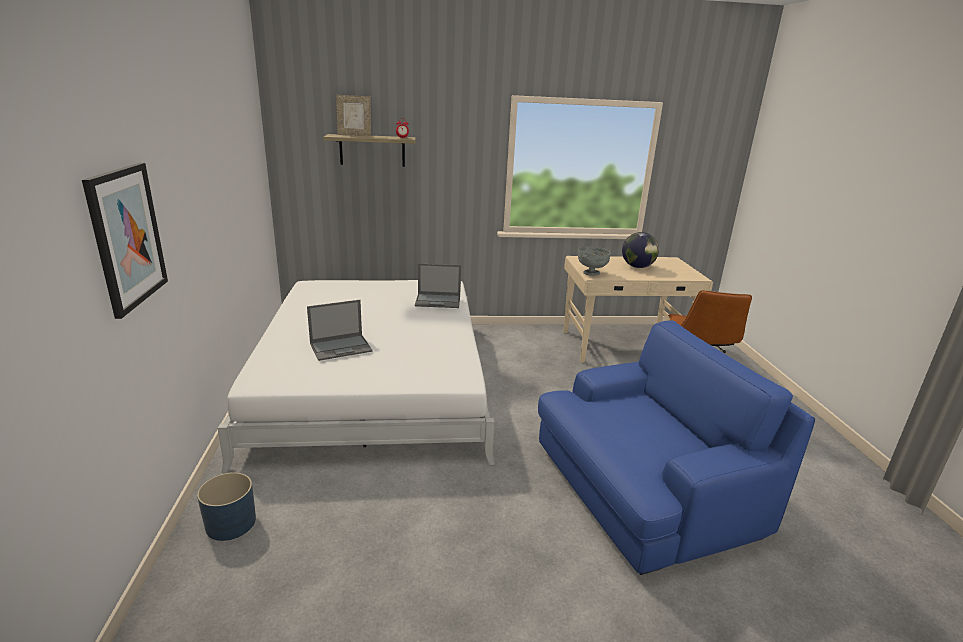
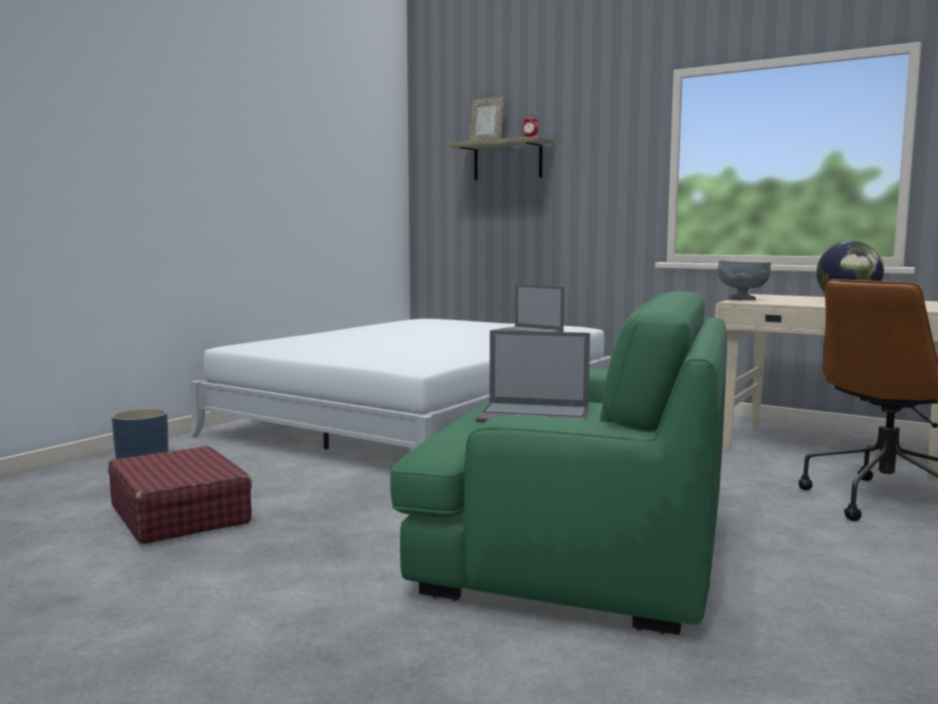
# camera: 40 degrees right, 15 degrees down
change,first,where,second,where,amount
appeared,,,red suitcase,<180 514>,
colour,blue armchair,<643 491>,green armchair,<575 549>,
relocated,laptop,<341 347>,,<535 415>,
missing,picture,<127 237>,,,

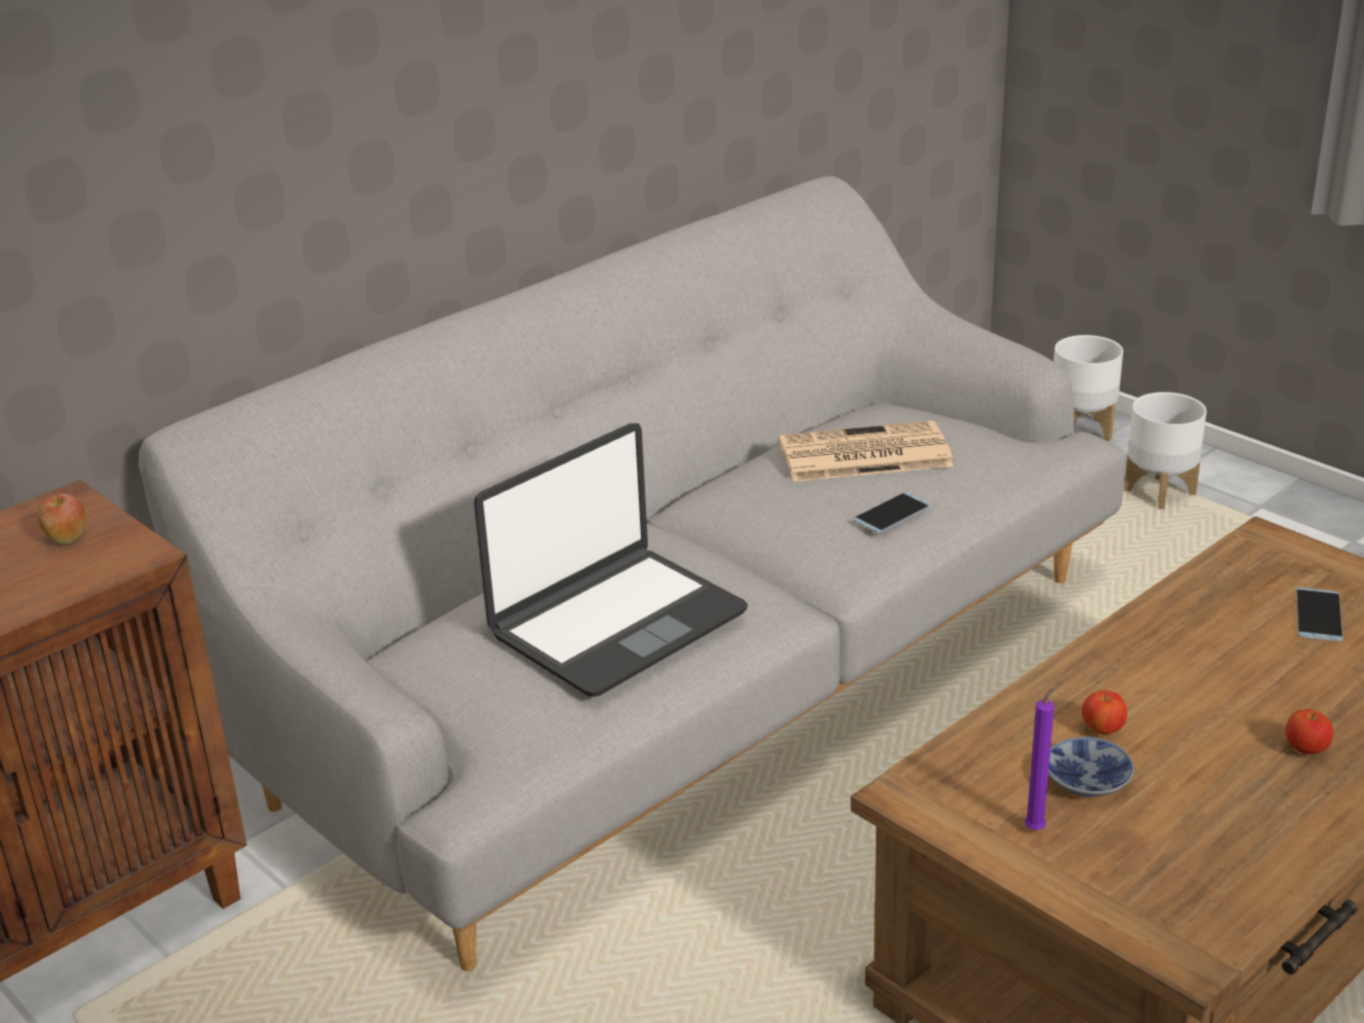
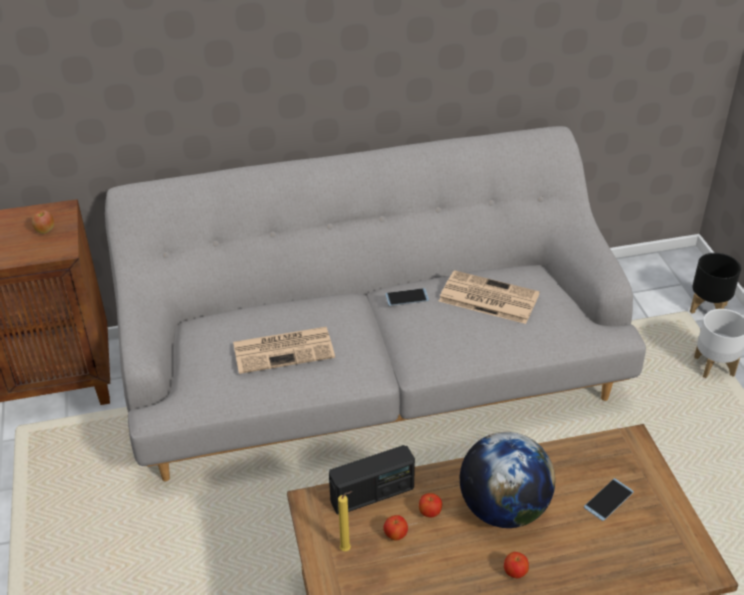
# camera: 30 degrees right, 10 degrees up
change,first,where,second,where,amount
exchanged,laptop,<616 623>,newspaper,<284 349>,
appeared,,,radio,<372 495>,
colour,purple candle,<1037 828>,yellow candle,<347 549>,
exchanged,bowl,<1087 779>,apple,<395 535>,
relocated,phone,<892 513>,,<407 297>,
appeared,,,globe,<503 509>,
colour,white planter,<1081 430>,black planter,<708 308>,

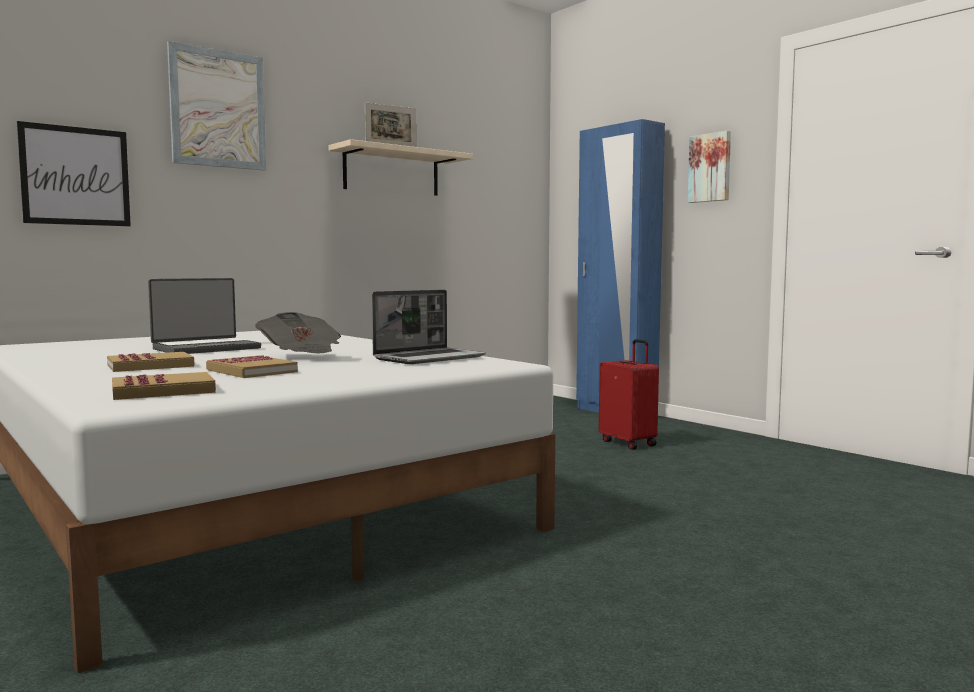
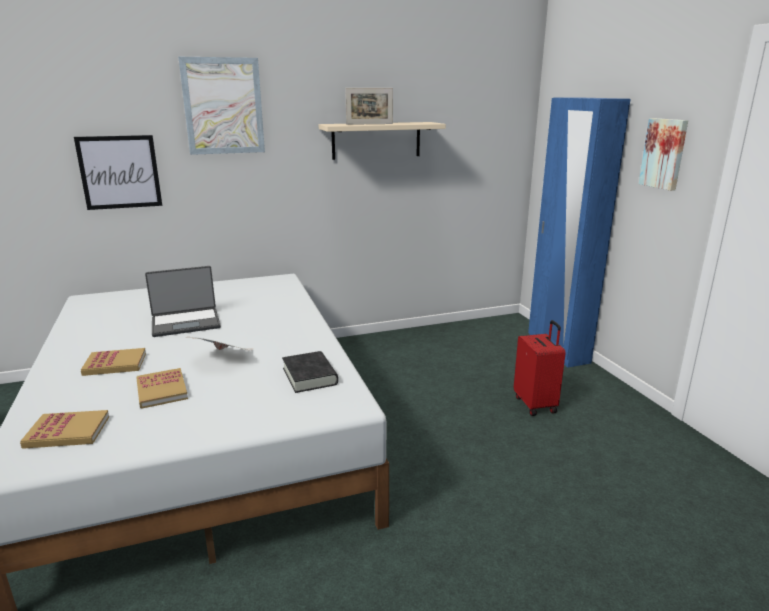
# camera: 20 degrees right, 15 degrees up
change,first,where,second,where,amount
exchanged,laptop,<430 358>,black book,<309 376>,

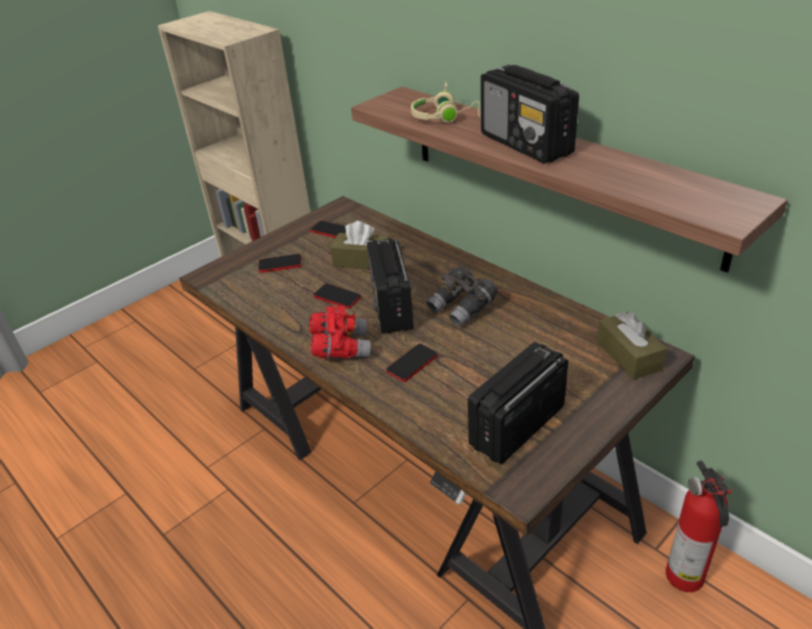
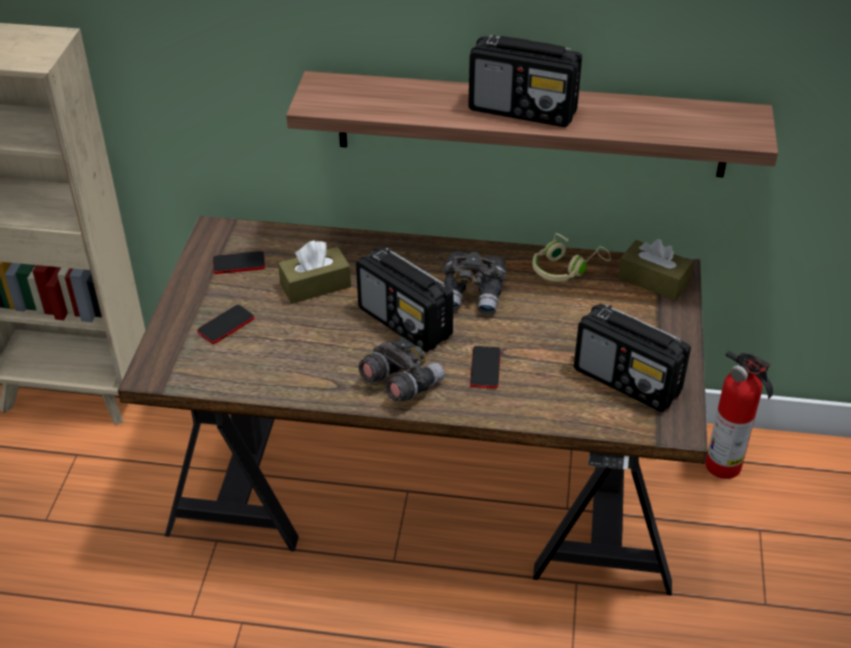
# camera: 40 degrees left, 5 degrees up
change,first,where,second,where,amount
colour,red binoculars,<340 348>,grey binoculars,<401 384>,
relocated,beige headphones,<444 117>,,<566 268>,
spun,radio,<516 426>,,<628 381>,60 degrees counterclockwise
missing,phone,<337 297>,,,

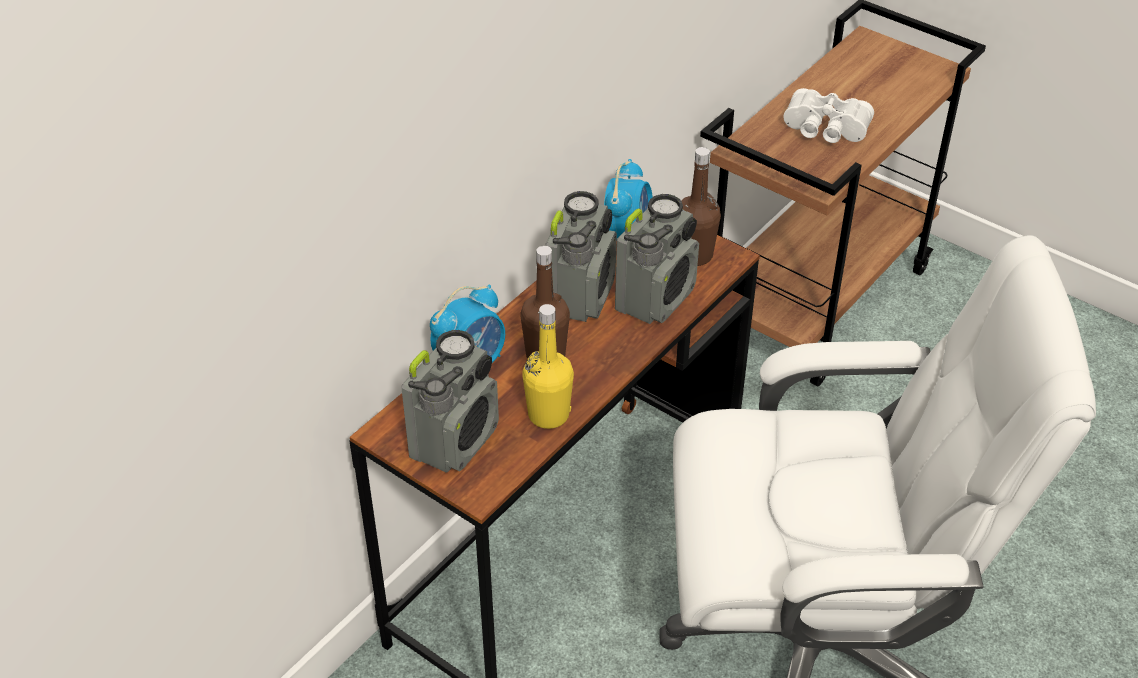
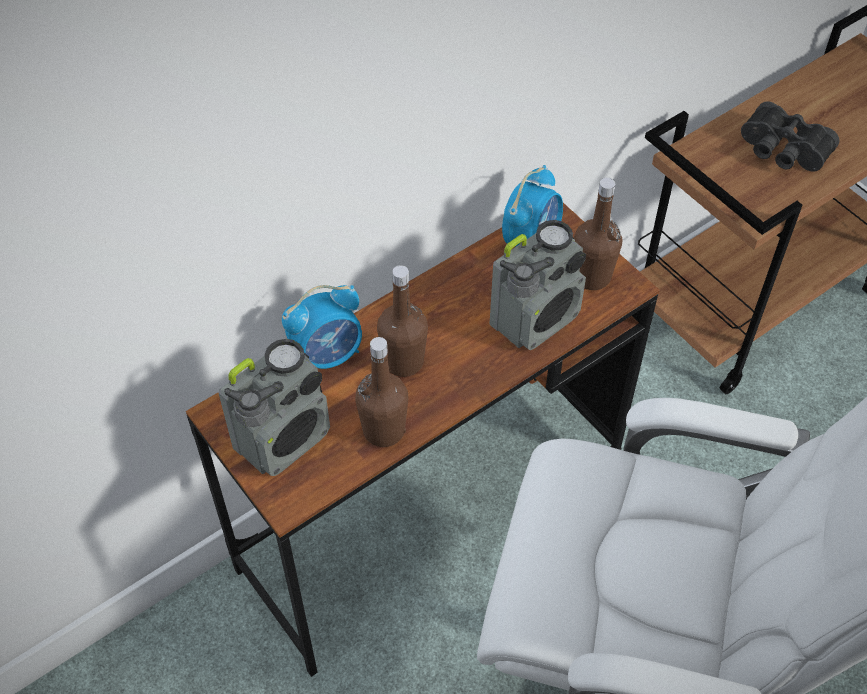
# camera: 15 degrees right, 10 degrees up
change,first,where,second,where,amount
colour,yellow bottle,<548 415>,brown bottle,<383 430>,
colour,white binoculars,<825 130>,black binoculars,<782 151>,
missing,radio,<581 296>,,,

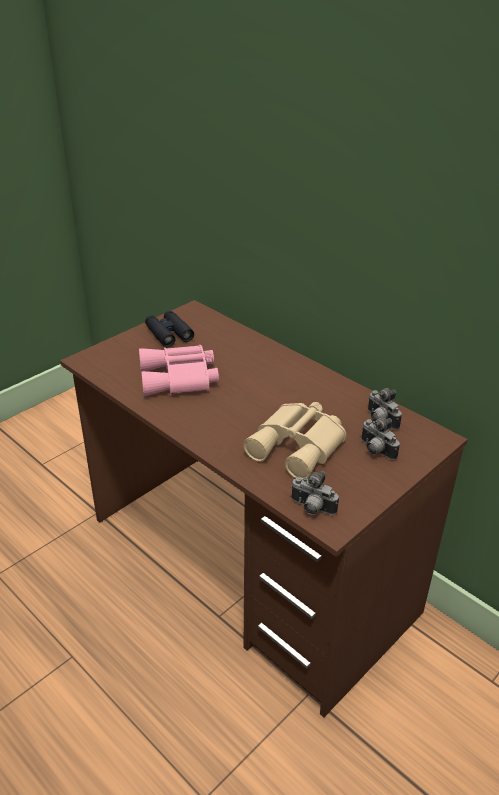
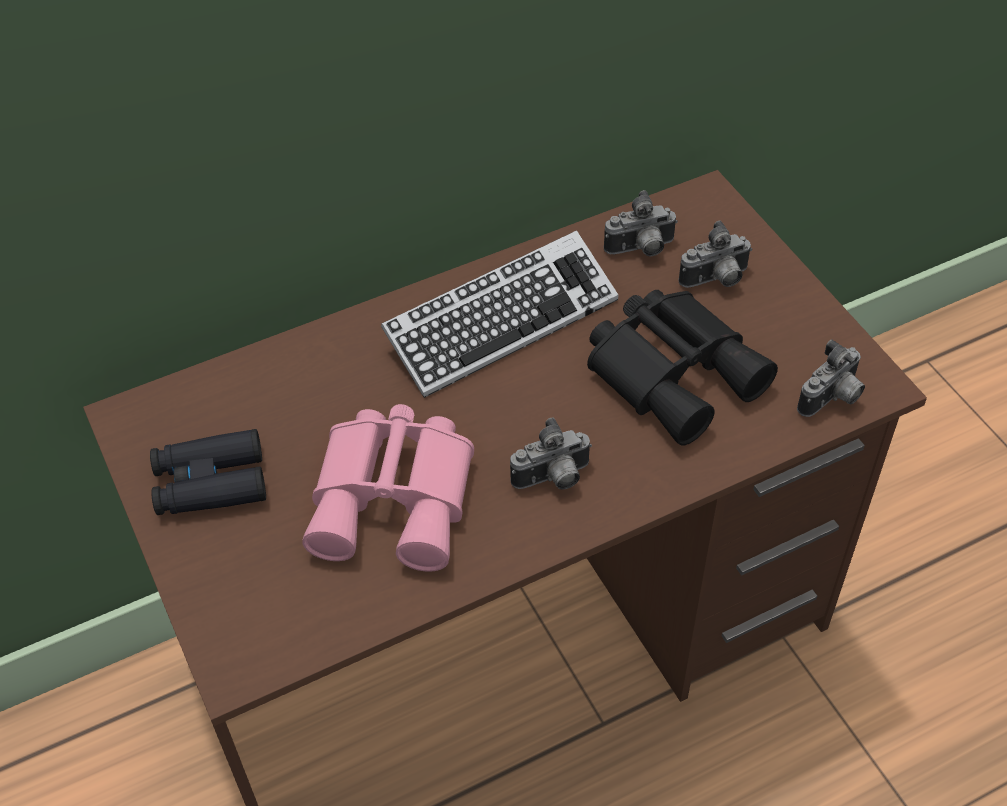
# camera: 70 degrees left, 15 degrees up
change,first,where,second,where,amount
appeared,,,keyboard,<501 322>,
appeared,,,photo camera,<553 479>,
colour,beige binoculars,<299 446>,black binoculars,<675 370>,

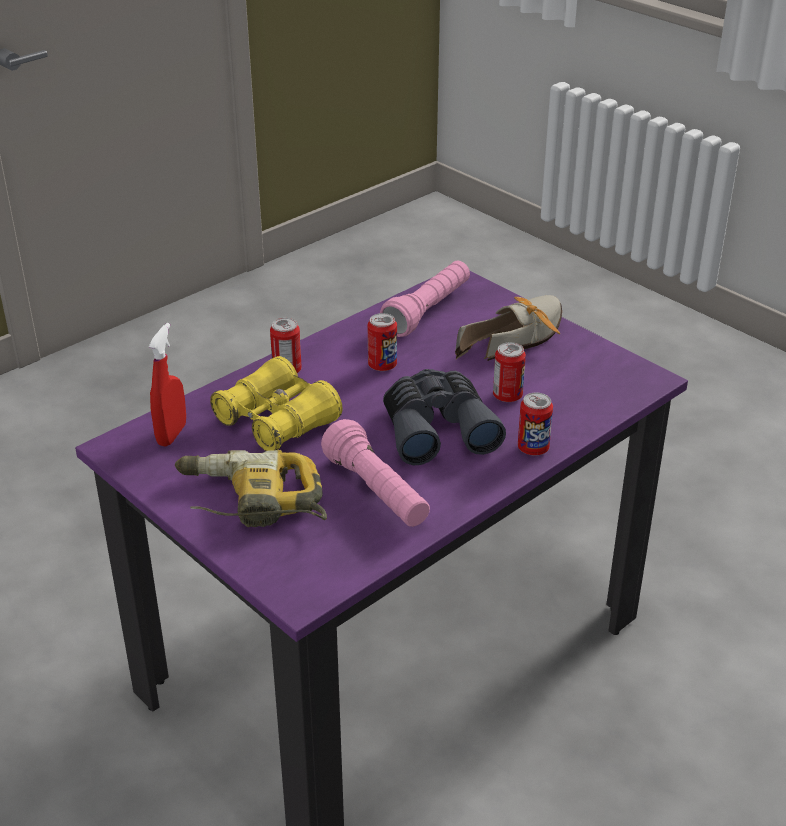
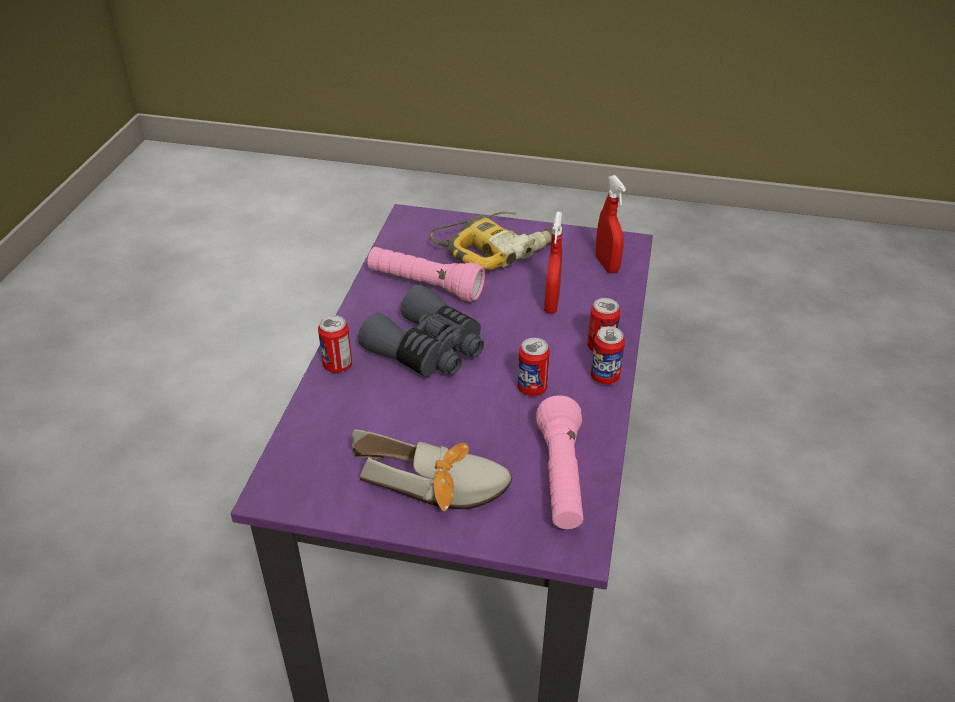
# camera: 145 degrees right, 5 degrees up
change,first,where,second,where,amount
spun,shoe,<518 338>,,<439 485>,90 degrees counterclockwise
exchanged,yellow binoculars,<277 421>,red spray bottle,<551 303>,
relocated,can,<507 396>,,<604 377>,

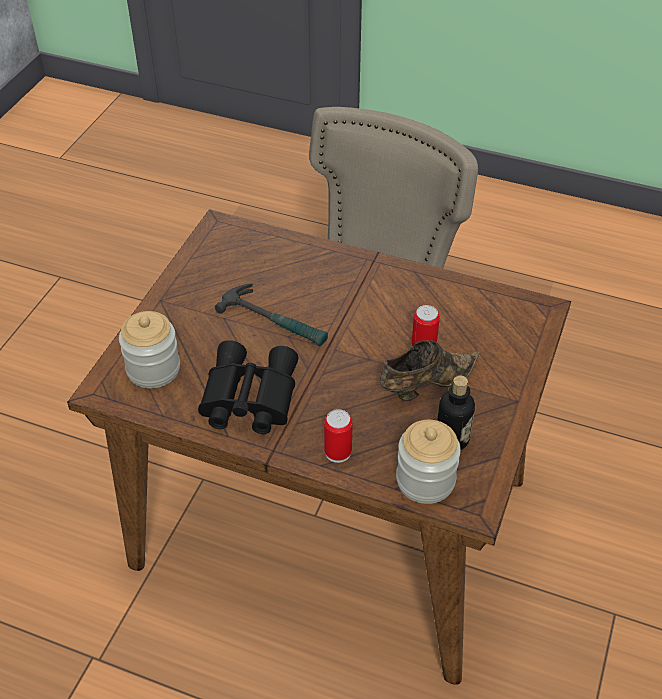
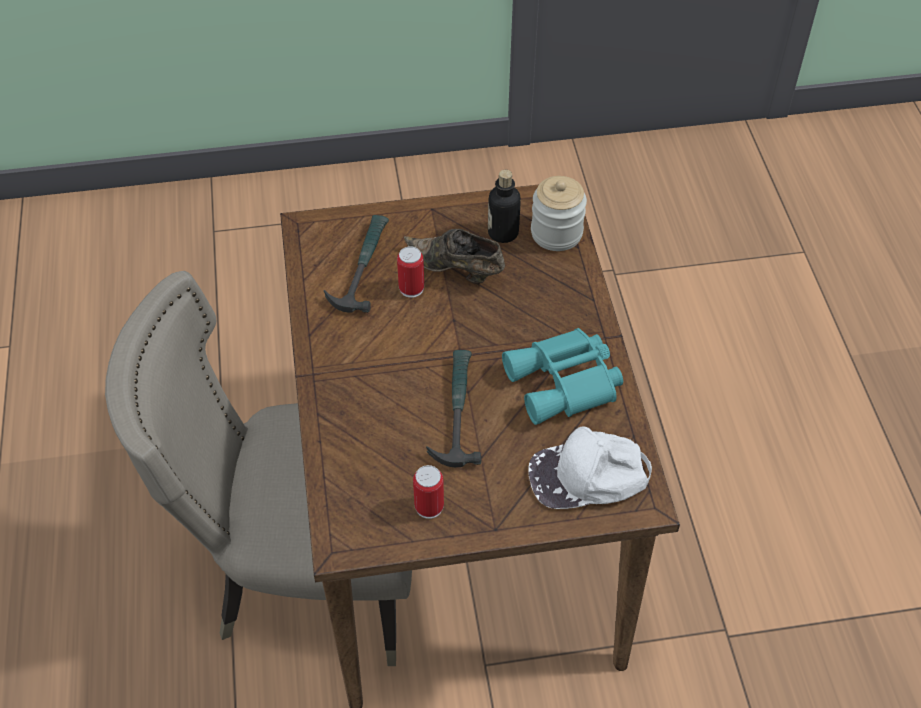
# camera: 120 degrees left, 5 degrees up
change,first,where,second,where,amount
appeared,,,hammer,<361 267>,
relocated,can,<338 452>,,<429 506>,
colour,black binoculars,<247 398>,turquoise binoculars,<565 384>,
exchanged,jar,<153 369>,white cap,<589 476>,

